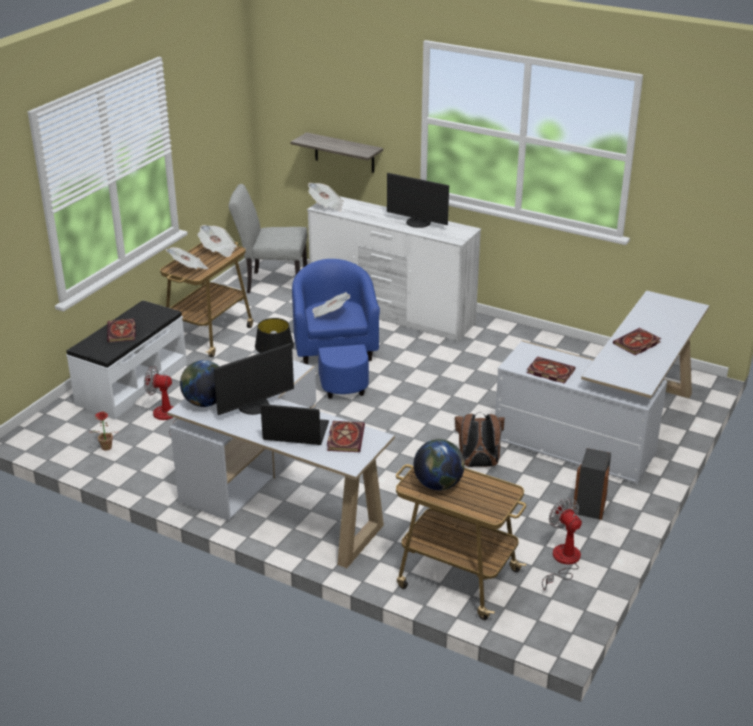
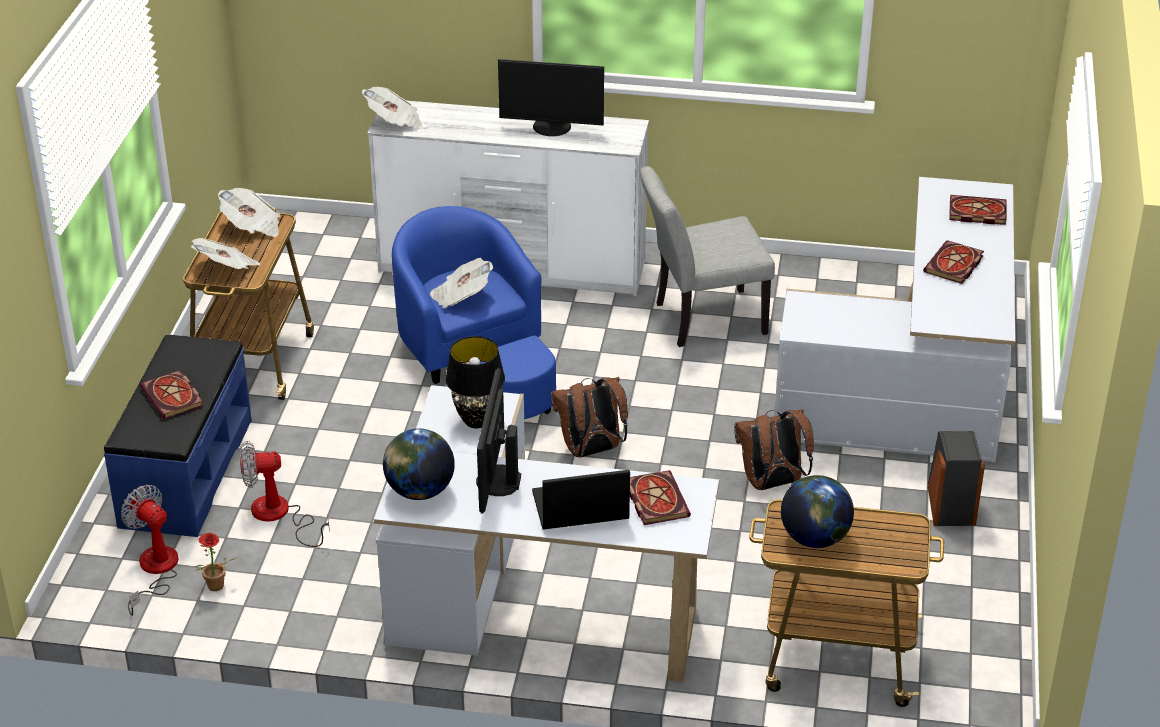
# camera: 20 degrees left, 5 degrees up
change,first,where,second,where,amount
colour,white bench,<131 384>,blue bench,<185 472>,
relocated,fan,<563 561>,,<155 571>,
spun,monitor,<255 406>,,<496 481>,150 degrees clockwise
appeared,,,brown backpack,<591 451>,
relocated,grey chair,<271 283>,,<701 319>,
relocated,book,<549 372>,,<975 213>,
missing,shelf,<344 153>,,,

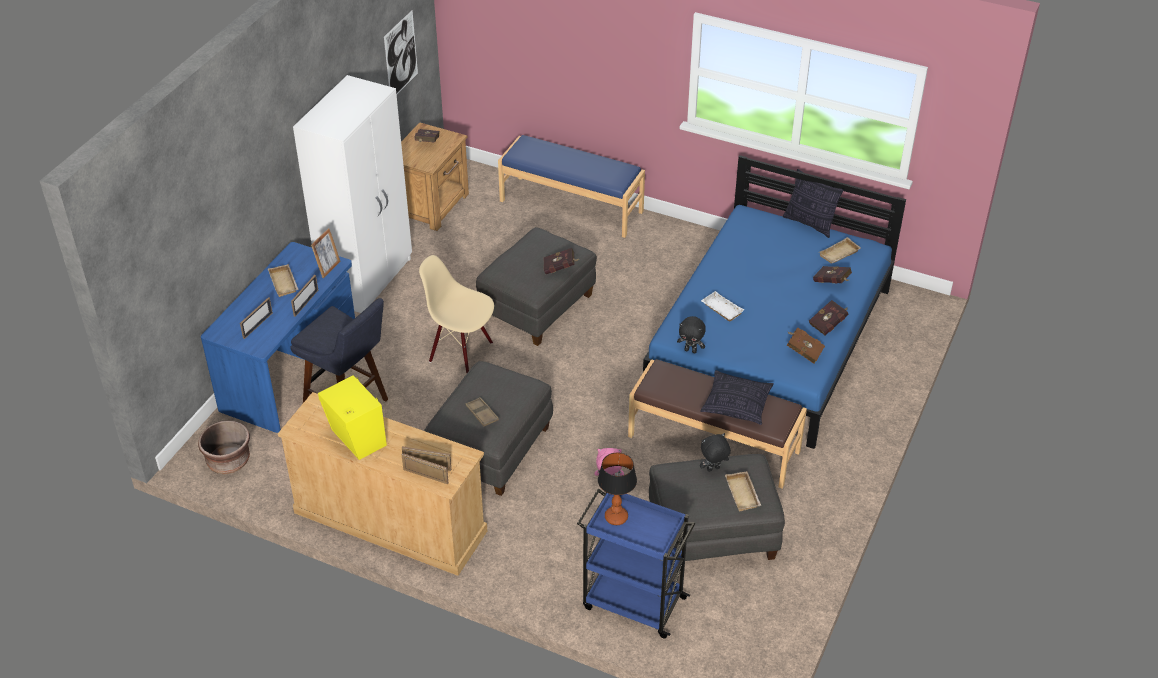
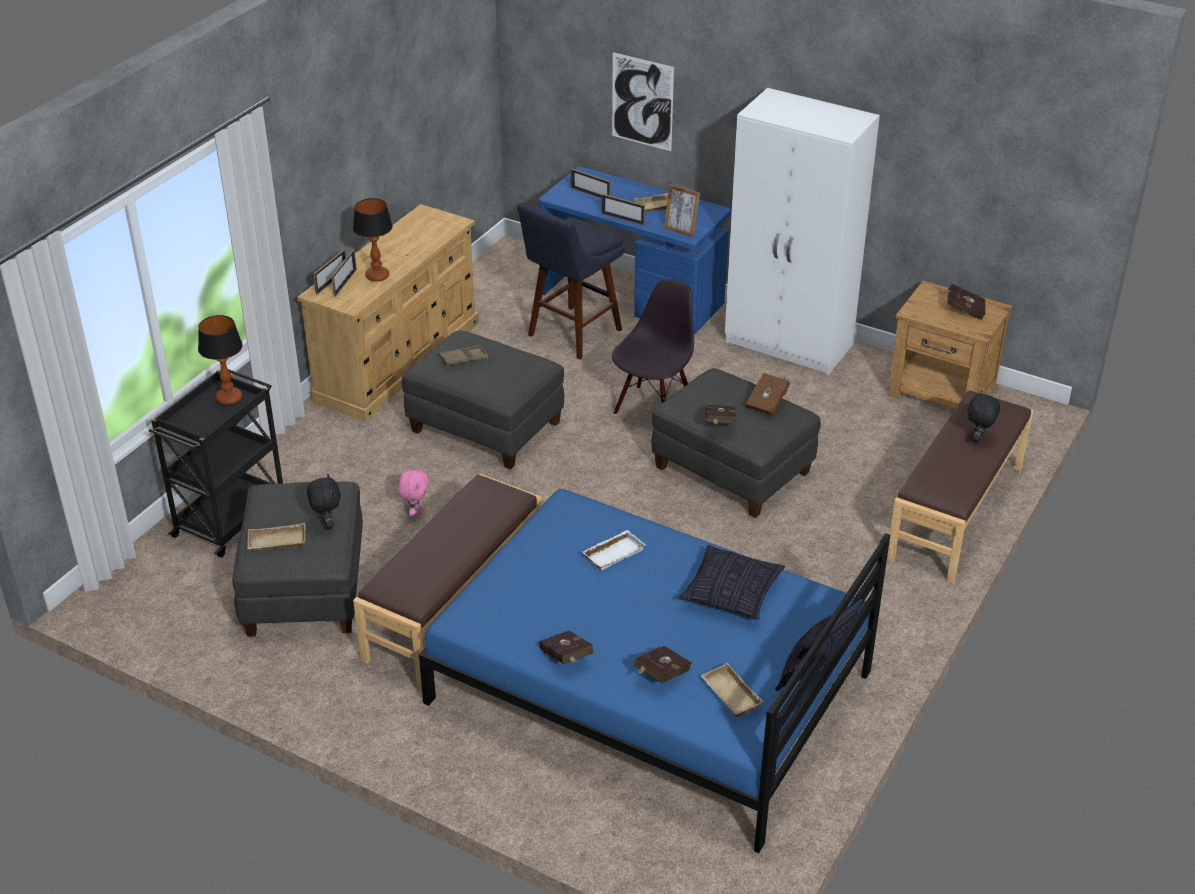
# camera: 95 degrees right, 5 degrees down
change,first,where,second,where,amount
colour,blue cart,<632 602>,black cart,<231 517>,
appeared,,,table lamp,<378 276>,
relocated,picture,<401 55>,,<642 102>,
colour,beige chair,<461 351>,black chair,<653 410>,
relocated,pillow,<737 405>,,<731 593>,
relocated,brown book,<803 351>,,<768 403>,
colour,blue bench,<571 206>,brown bench,<957 512>,
relocated,black plush toy,<690 350>,,<978 439>,
missing,brown planter,<228 461>,,,
missing,yellow speaker,<356 439>,,,

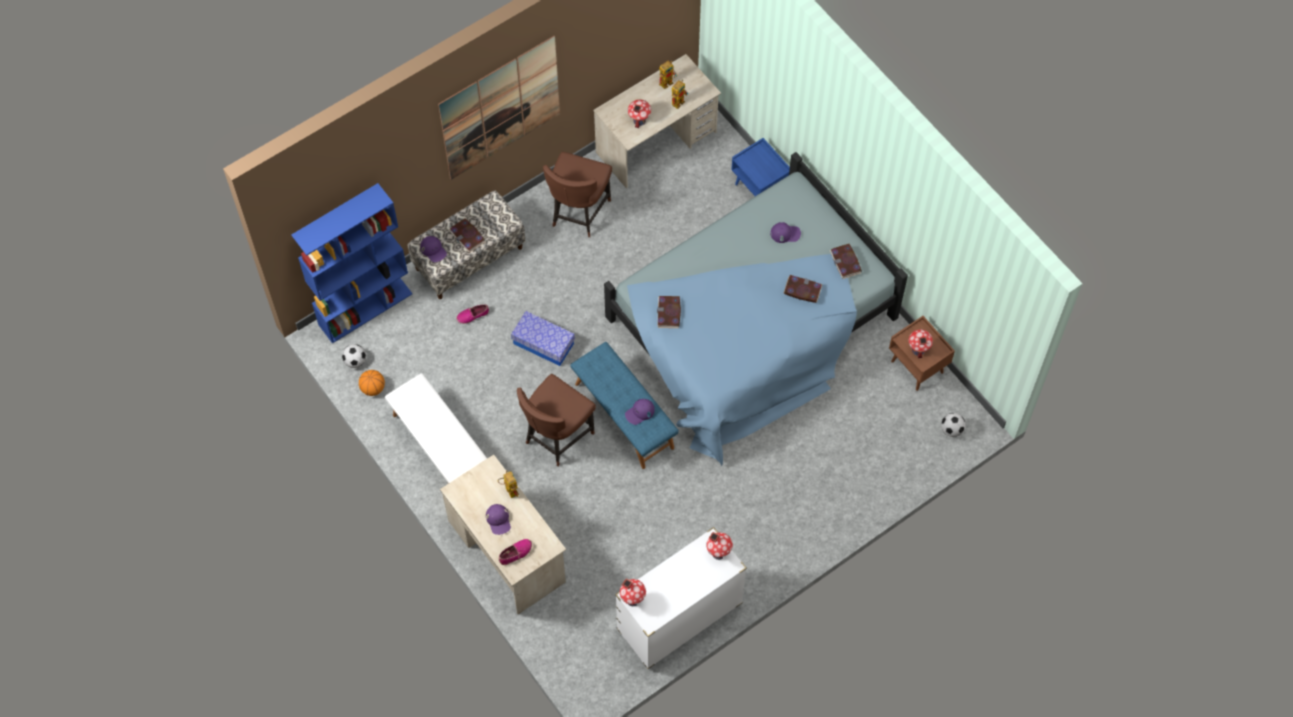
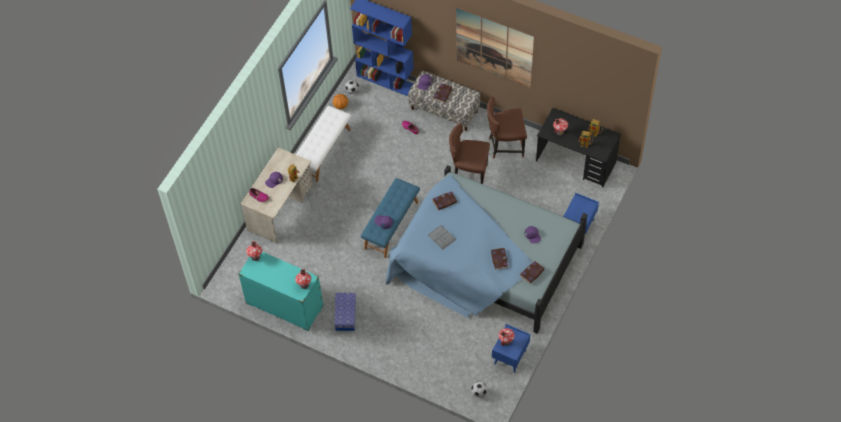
# camera: 65 degrees right, 5 degrees down
change,first,where,second,where,amount
colour,white dresser,<679 618>,turquoise dresser,<284 305>,
relocated,storage box,<543 343>,,<345 315>,
appeared,,,grey book,<441 237>,
relocated,brown chair,<557 437>,,<469 175>,
colour,brown nightstand,<917 367>,blue nightstand,<510 357>,
colour,beige desk,<656 142>,black desk,<576 162>,

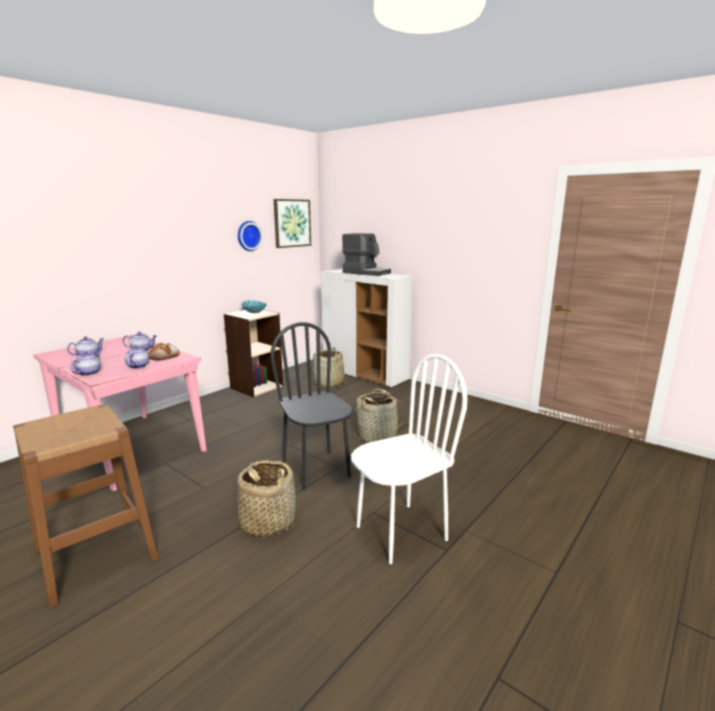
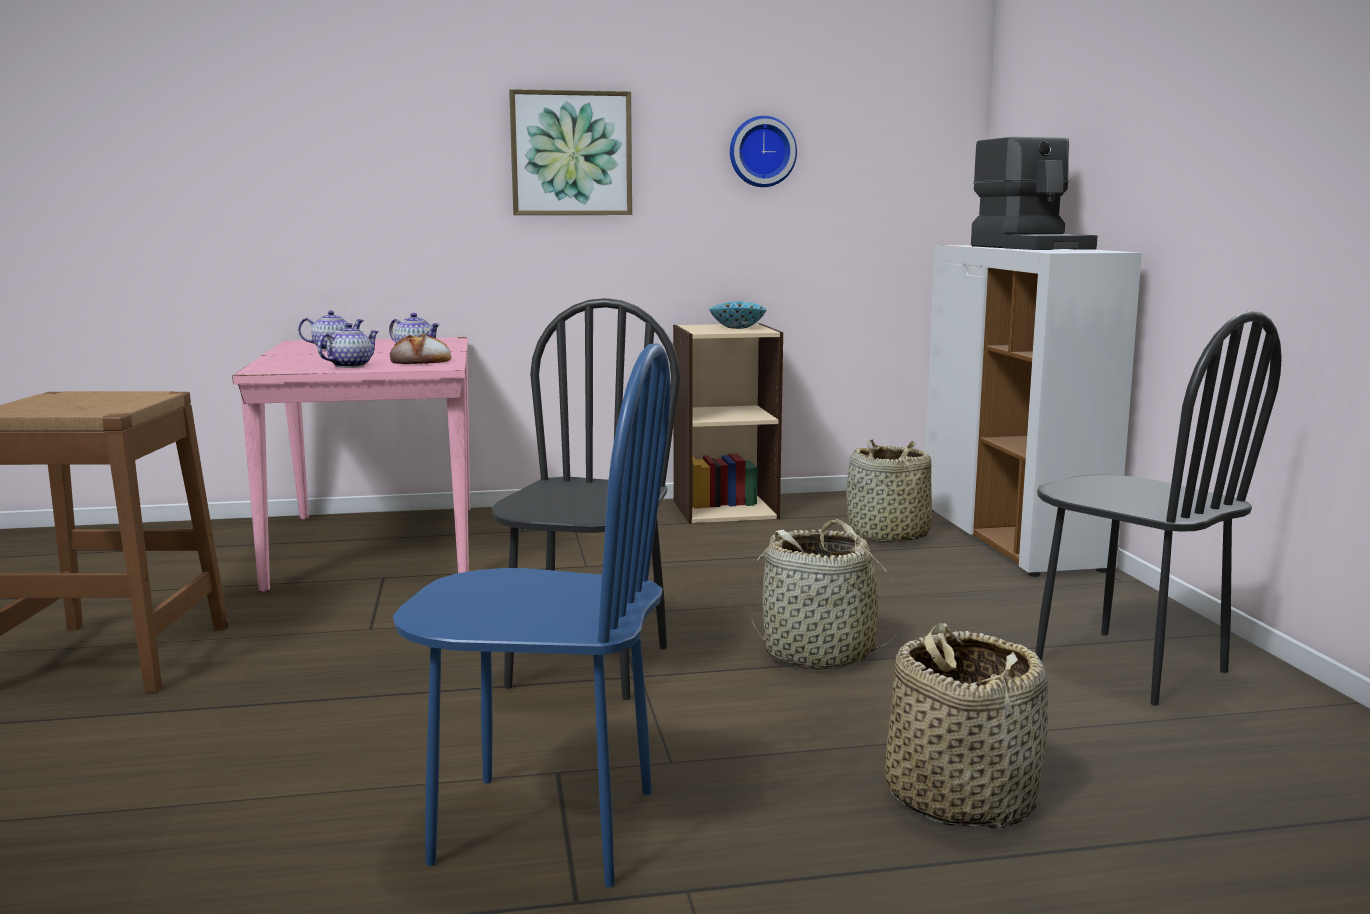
# camera: 40 degrees right, 5 degrees down
change,first,where,second,where,amount
colour,white chair,<400 532>,blue chair,<544 827>,
relocated,picture,<292 223>,,<571 153>,
relocated,basket,<267 522>,,<959 797>,
appeared,,,black chair,<1129 666>,
missing,teapot,<88 373>,,,

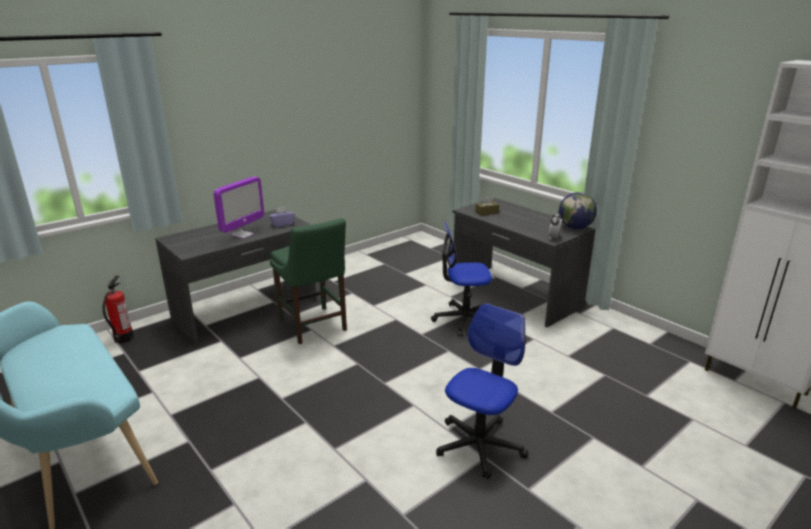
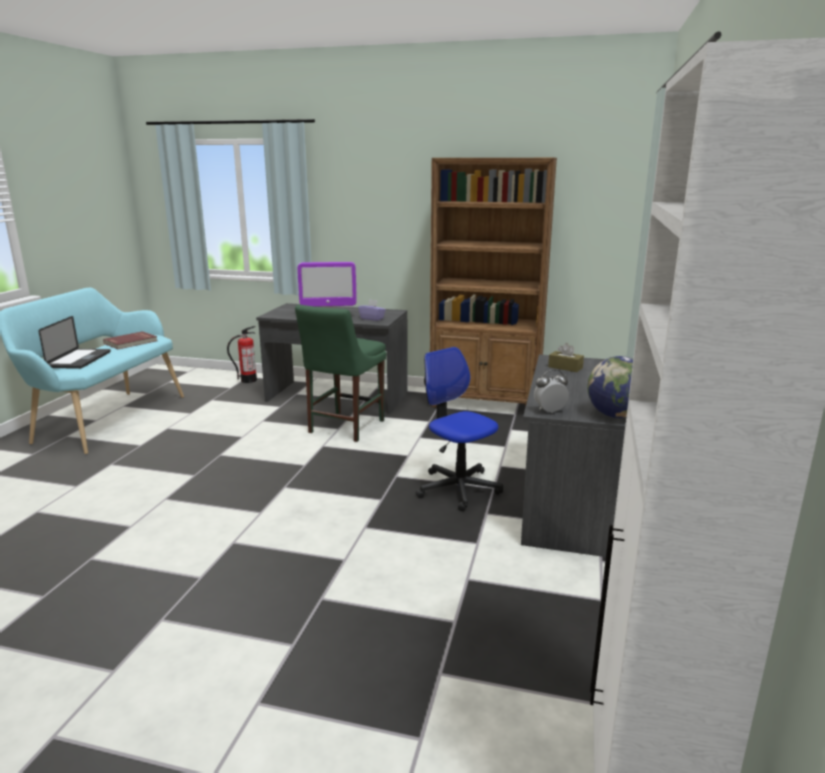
# camera: 55 degrees right, 5 degrees down
change,first,where,second,where,amount
appeared,,,laptop,<79 360>,
appeared,,,red book,<131 342>,
appeared,,,brown bookcase,<486 403>,
missing,office chair,<479 445>,,,

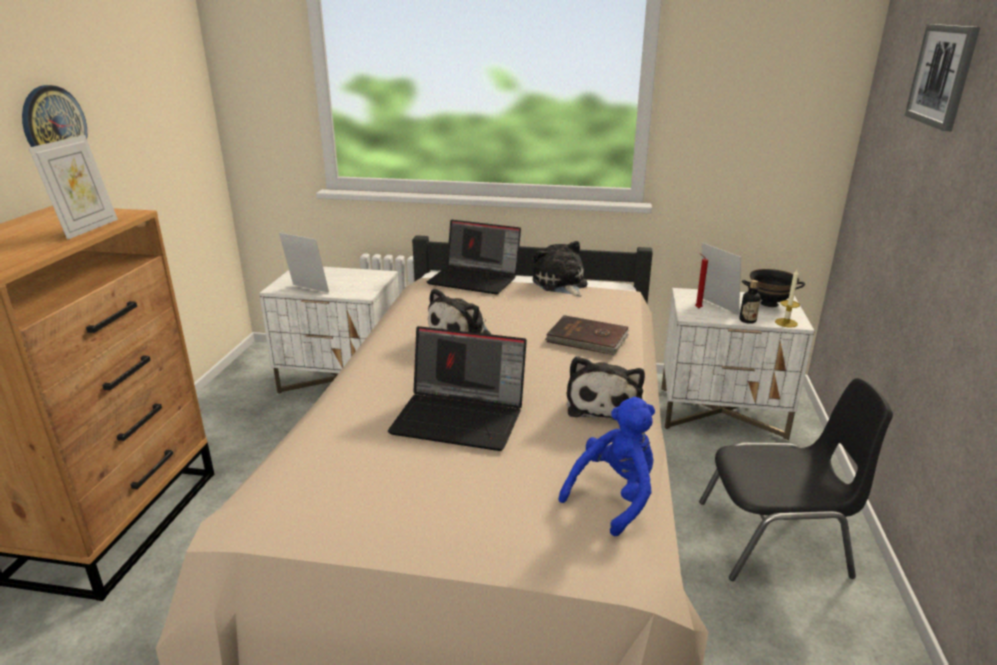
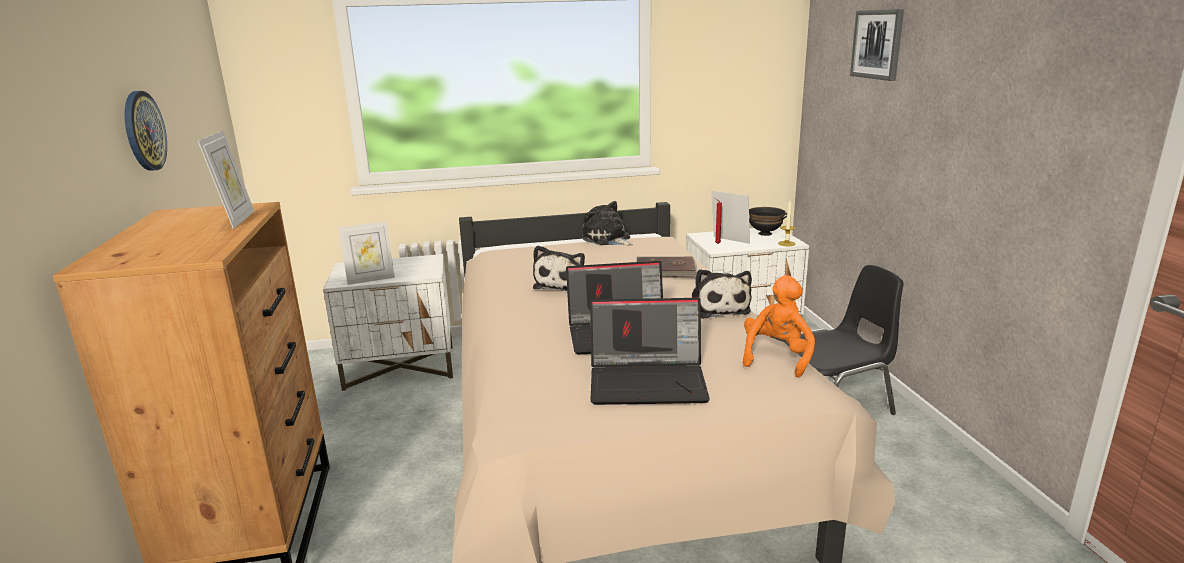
# camera: 20 degrees left, 5 degrees down
change,first,where,second,where,amount
spun,picture frame,<307 290>,,<370 279>,150 degrees clockwise
relocated,laptop,<475 279>,,<649 381>,
colour,blue plush toy,<614 496>,orange plush toy,<777 357>,
missing,bottle,<747 320>,,,

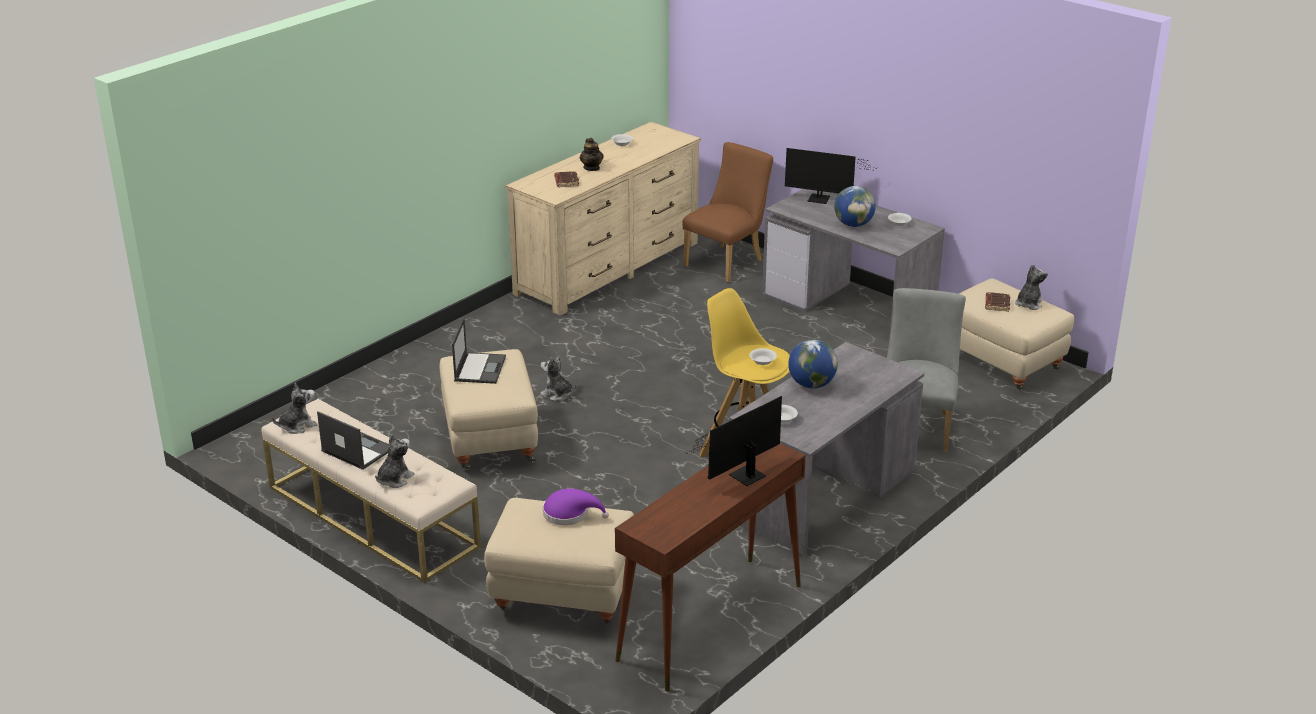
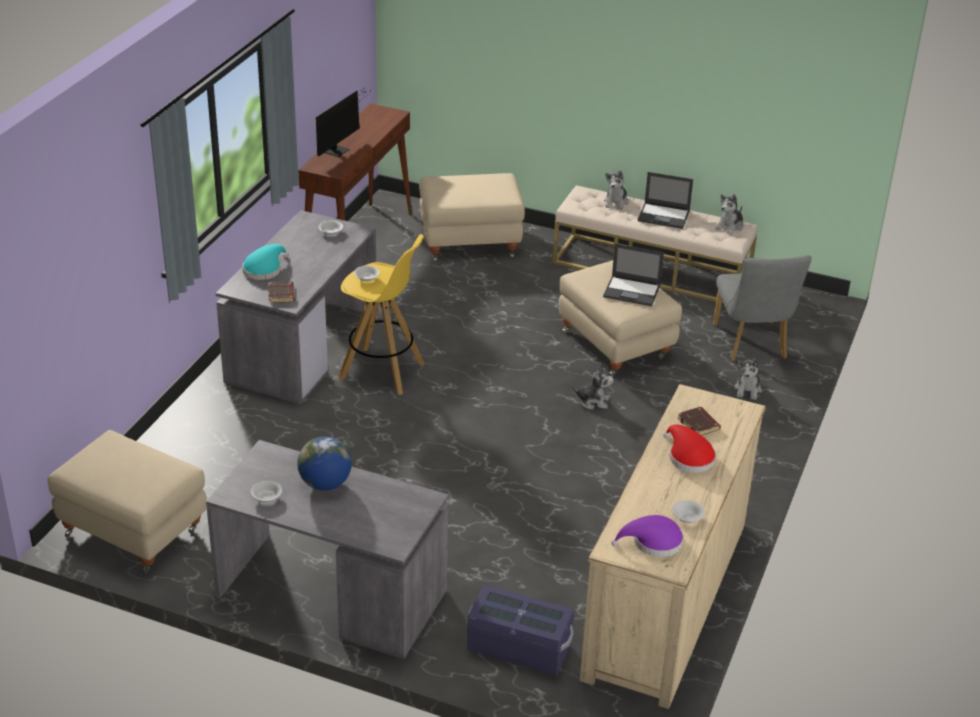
# camera: 160 degrees right, 5 degrees up
change,first,where,second,where,amount
appeared,,,turquoise hat,<264 269>,
relocated,brown book,<996 304>,,<282 295>,
exchanged,brown chair,<727 262>,purple storage box,<519 648>,
spun,laptop,<480 368>,,<632 291>,60 degrees counterclockwise
relocated,purple hat,<570 514>,,<653 542>,
exchanged,teapot,<592 168>,red hat,<688 457>,
relocated,grey chair,<916 426>,,<752 345>,
relocated,plush toy,<1028 304>,,<747 390>,
missing,monitor,<822 199>,,,
missing,globe,<811 384>,,,

